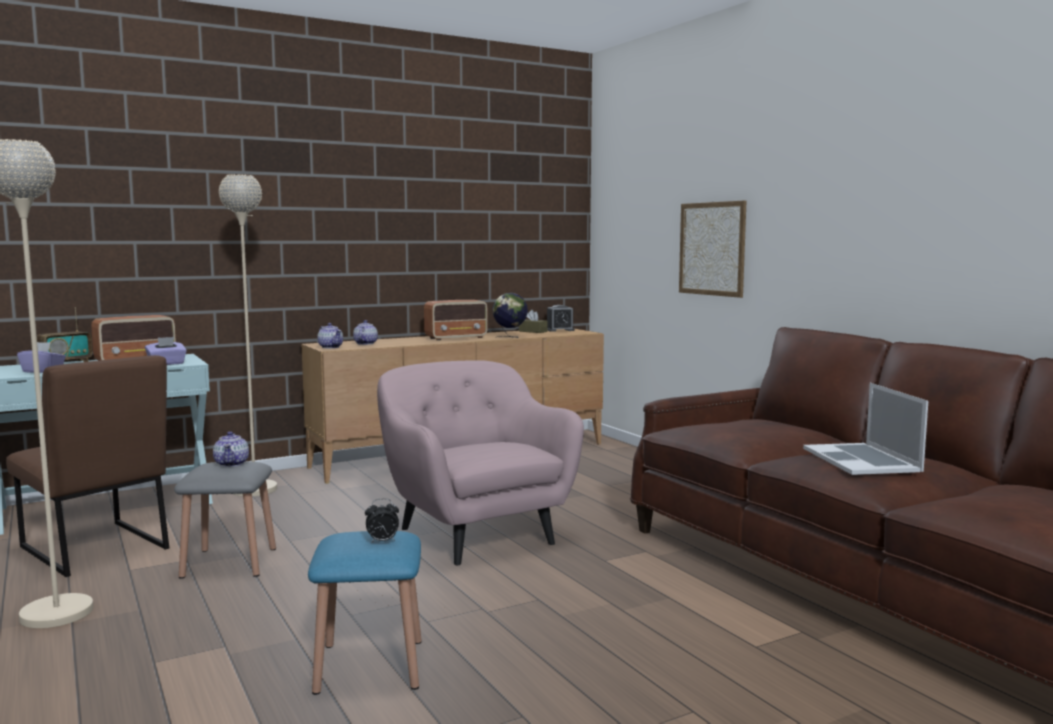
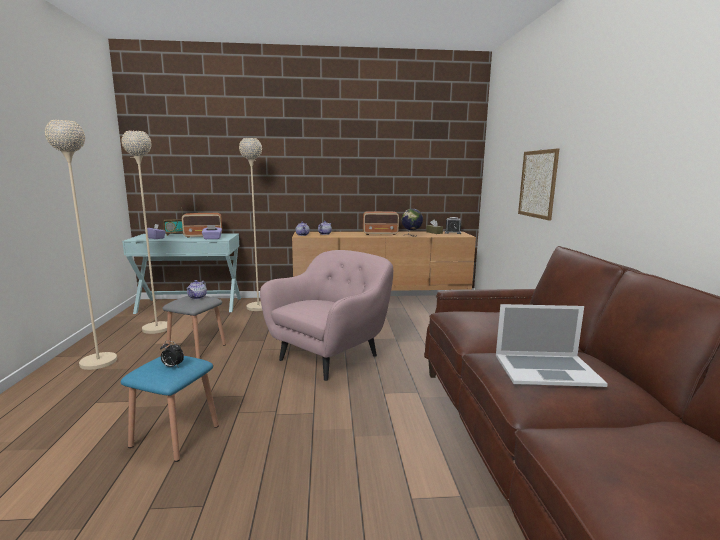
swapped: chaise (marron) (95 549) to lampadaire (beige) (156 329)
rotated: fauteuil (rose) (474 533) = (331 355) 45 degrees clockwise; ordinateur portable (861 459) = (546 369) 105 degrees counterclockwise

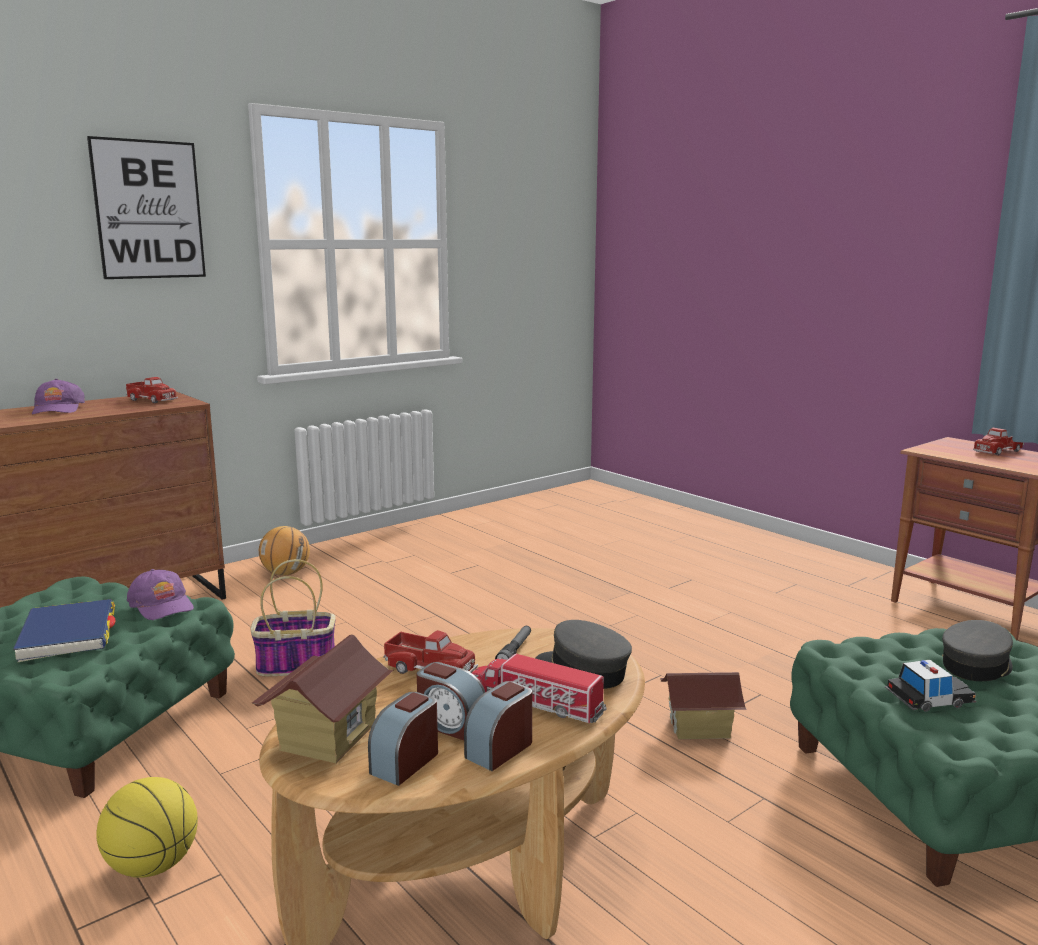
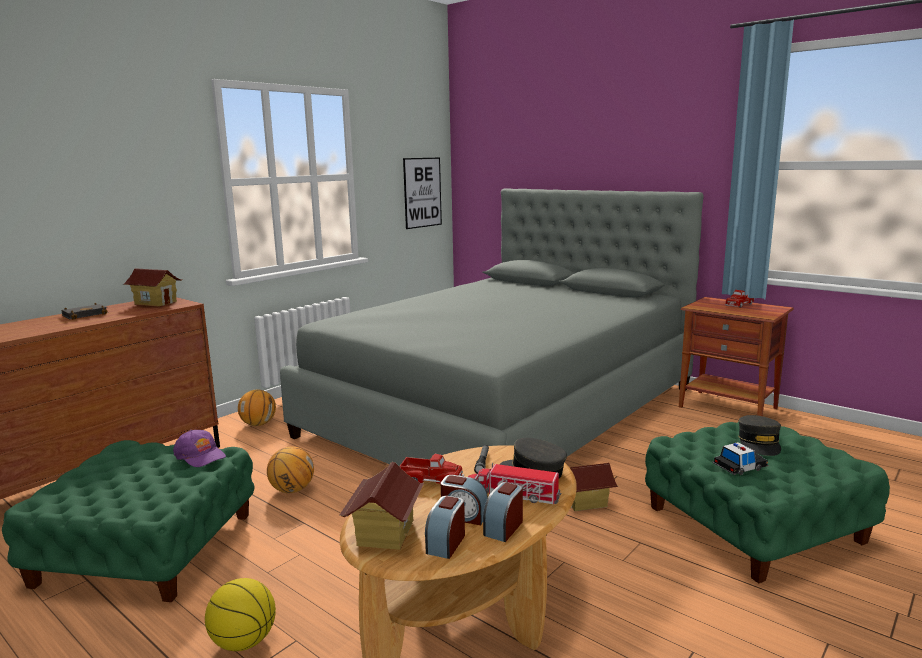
gone: livre (bleu) (68 634)
new: lit (gris) (505 411)
shifted: tableau (149 210) to (422 192)
swapped: casquette (violet) (58 409) to livre (noir) (86 314); camion jouet (152 400) to maison miniature (156 303); panier (294 665) to ballon de basket (292 490)
rotated: casquette (gris) (976 665) = (759 443) 150 degrees clockwise

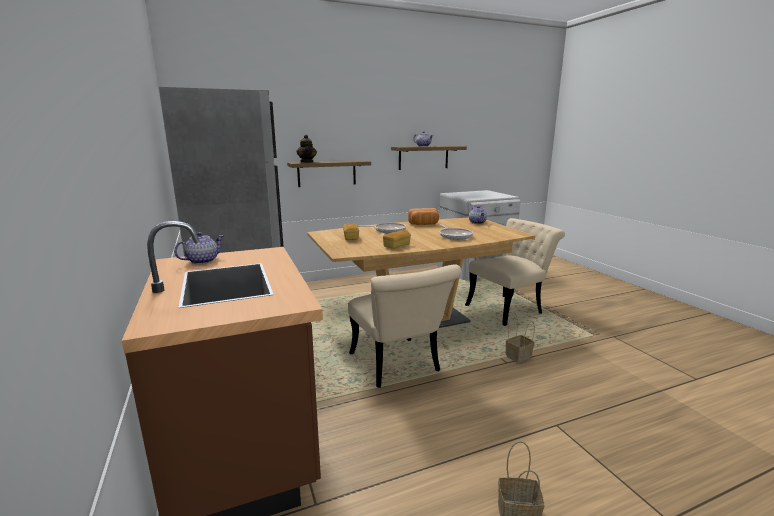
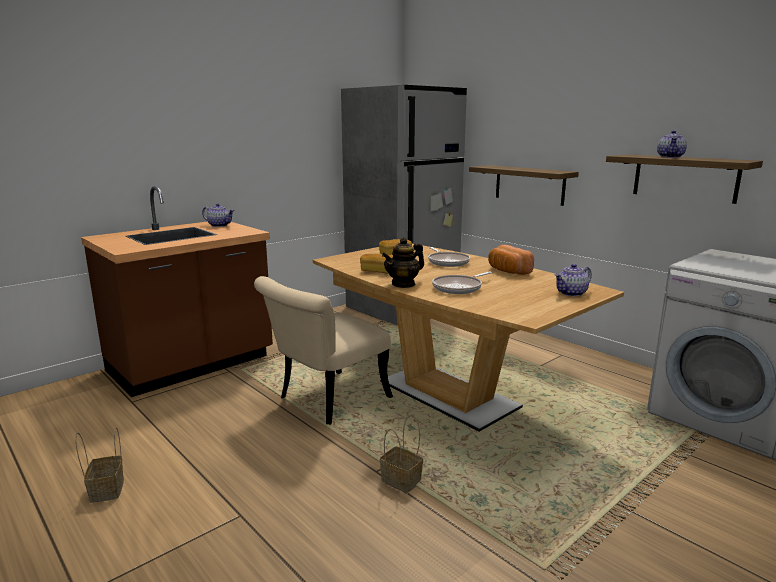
gone: chaise (beige) (509 308)
shifted: théière (307 162) to (403 284)

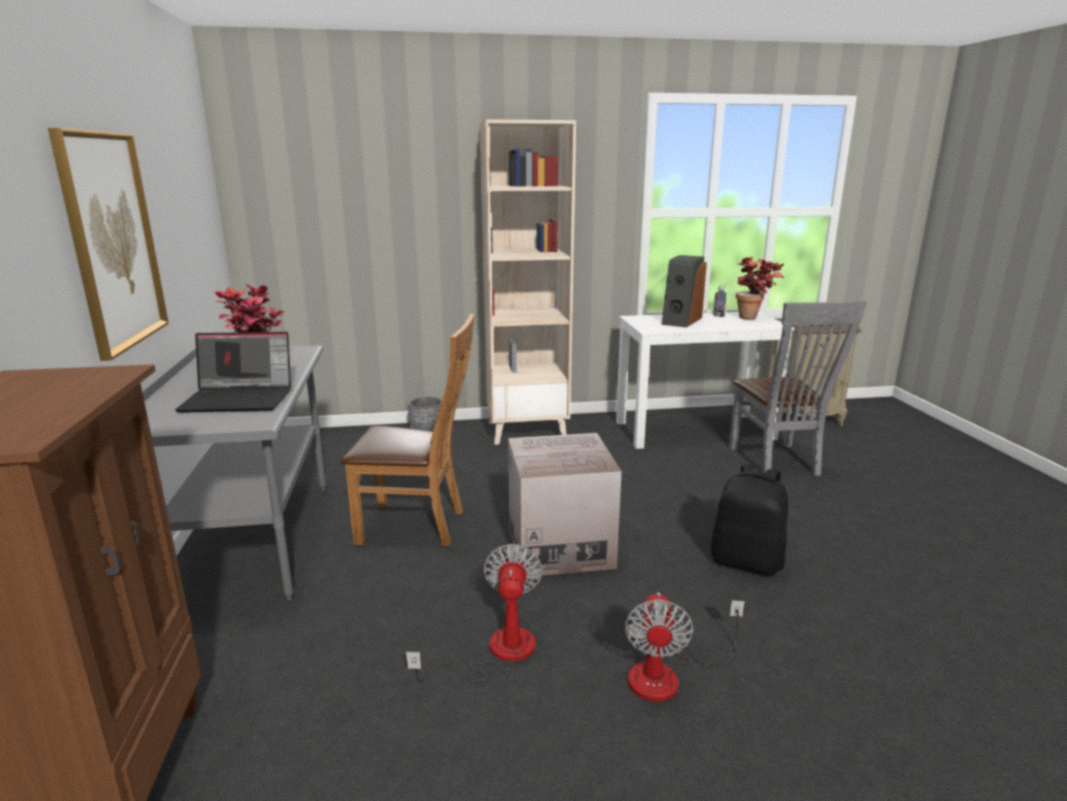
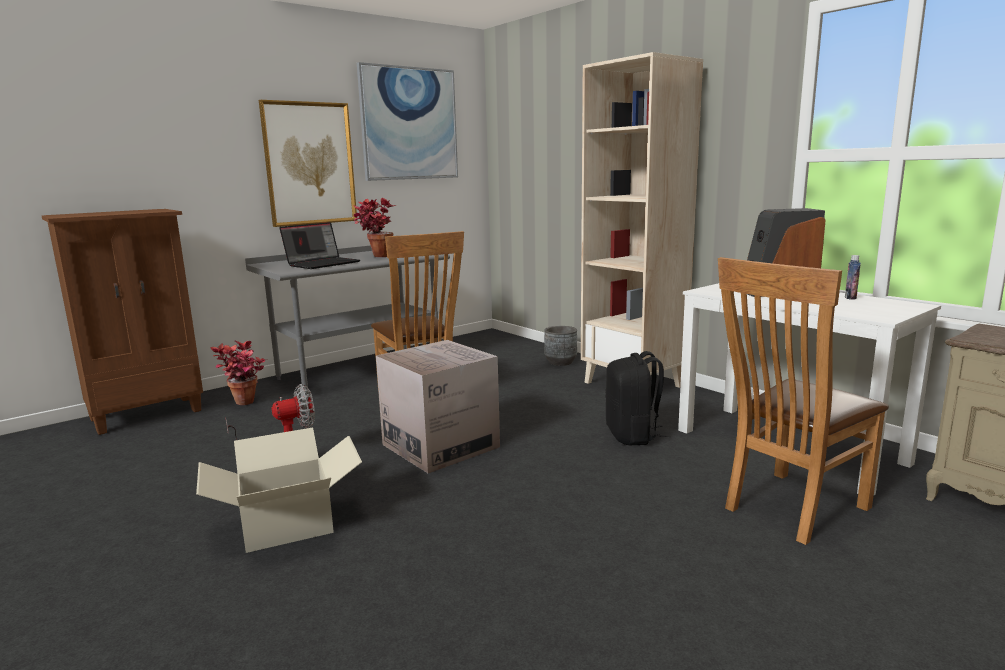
new: tableau (409 124)
shifted: sac à dos (noir) (747 562) to (632 436); plante en pot (754 318) to (245 405)
swapped: ventilateur (668 675) to carton (287 525)
repainted: chaise (gris) (777 462) to chaise (marron) (789 509)
rotated: ordinateur portable (240 399) = (323 263) 105 degrees counterclockwise

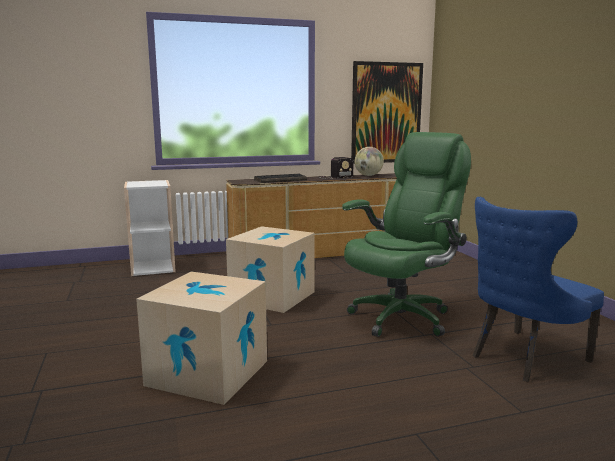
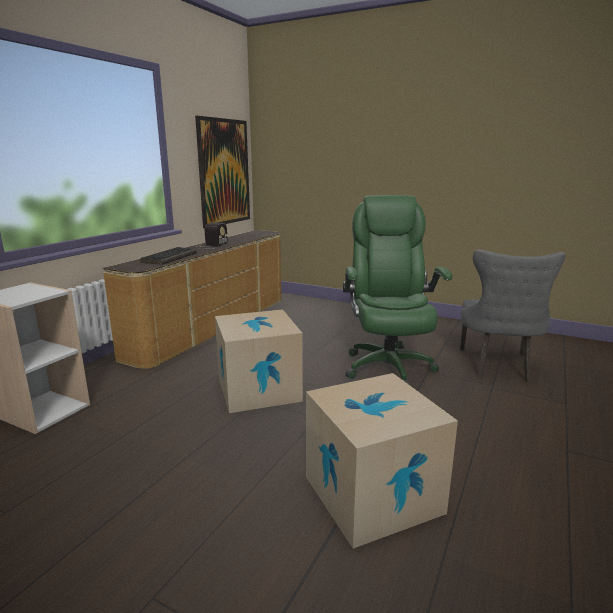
gone: globe (368 175)
repainted: chaise (bleu) (523 357) to chaise (gris) (497 366)

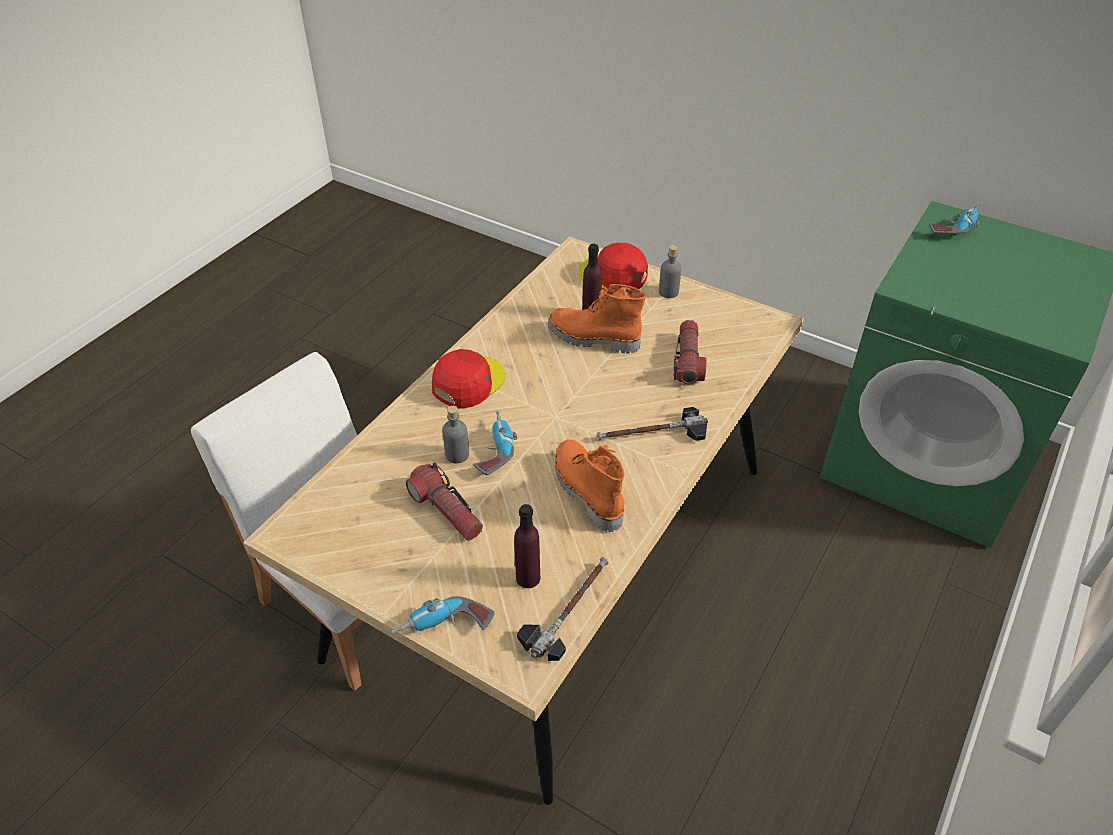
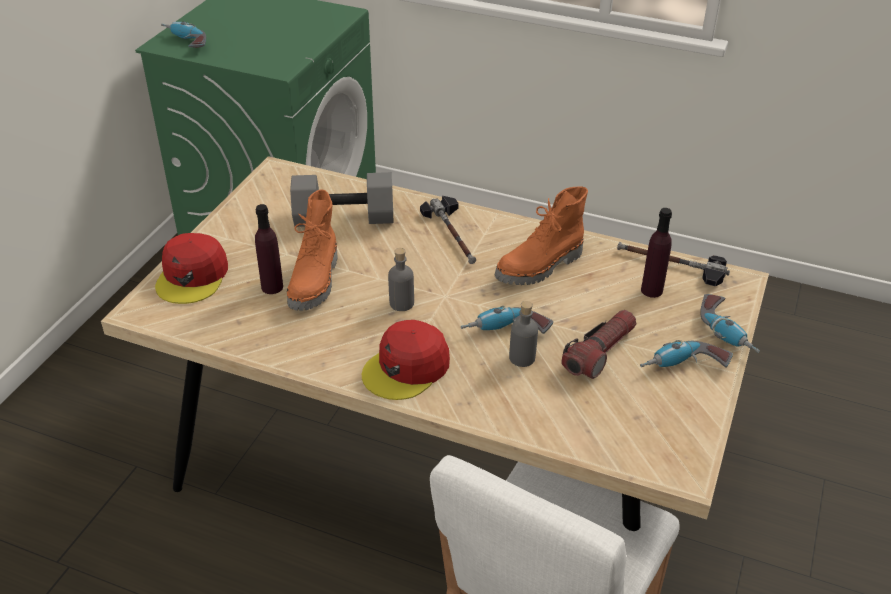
new: perceuse (684 367)
shifted: bouteille (gris) (668 292) to (401 303)
swapped: lampe de poche (688 360) to haltère (gris) (343 218)
rotated: casquette (rouge) (468 382) = (407 368) 75 degrees counterclockwise

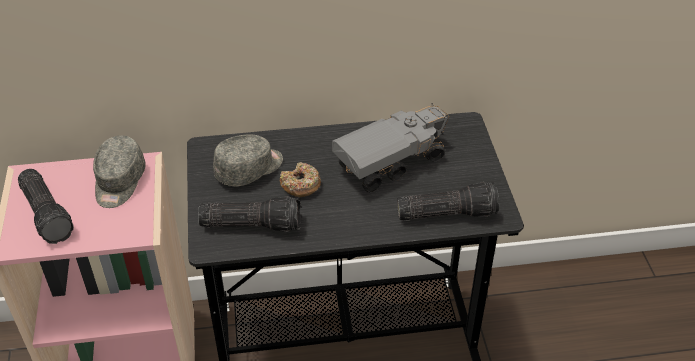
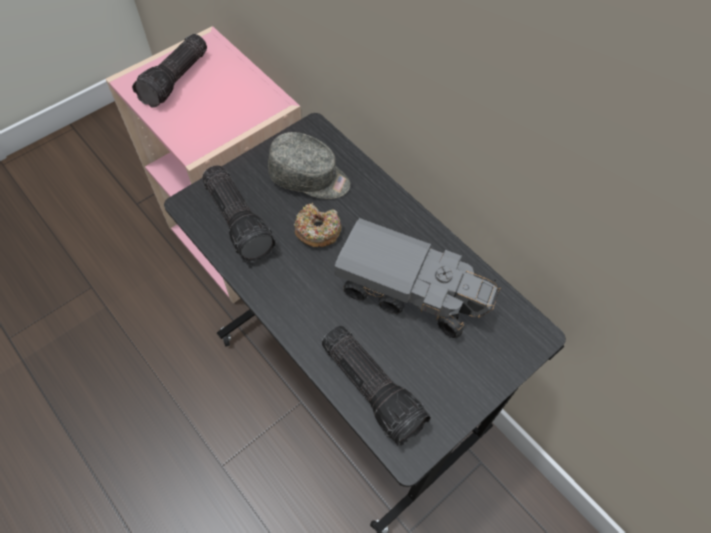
gone: casquette (gris) (119 182)

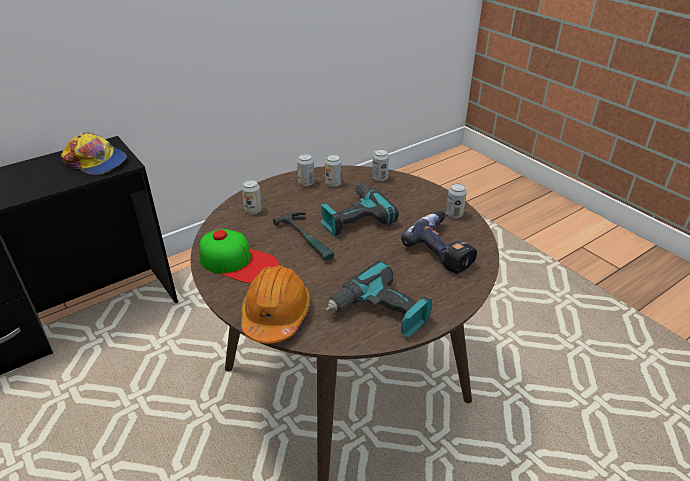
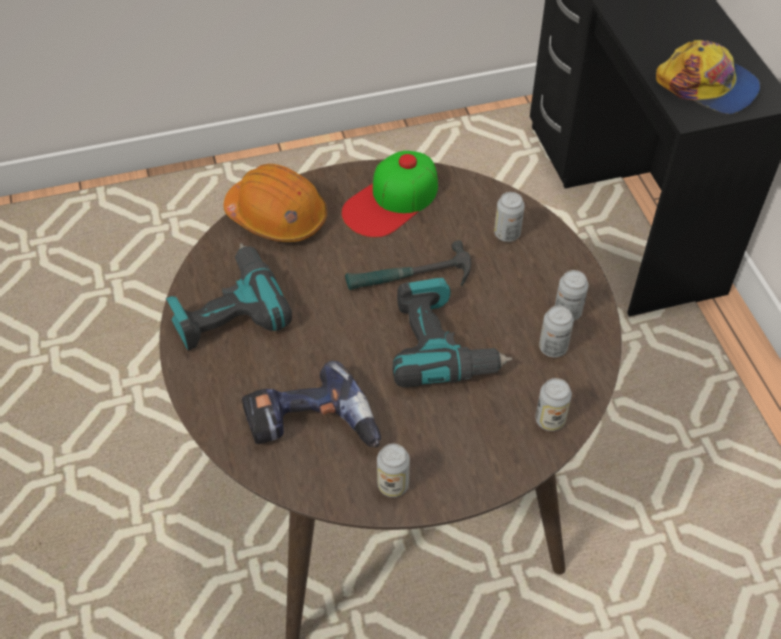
rotated: casquette (96 162) = (708 86) 105 degrees counterclockwise

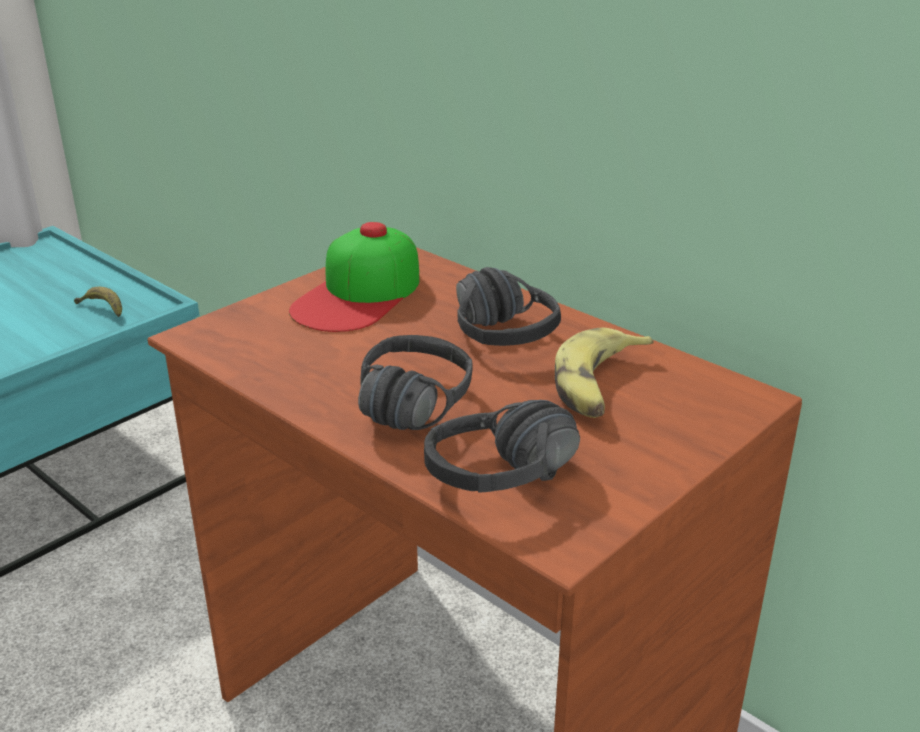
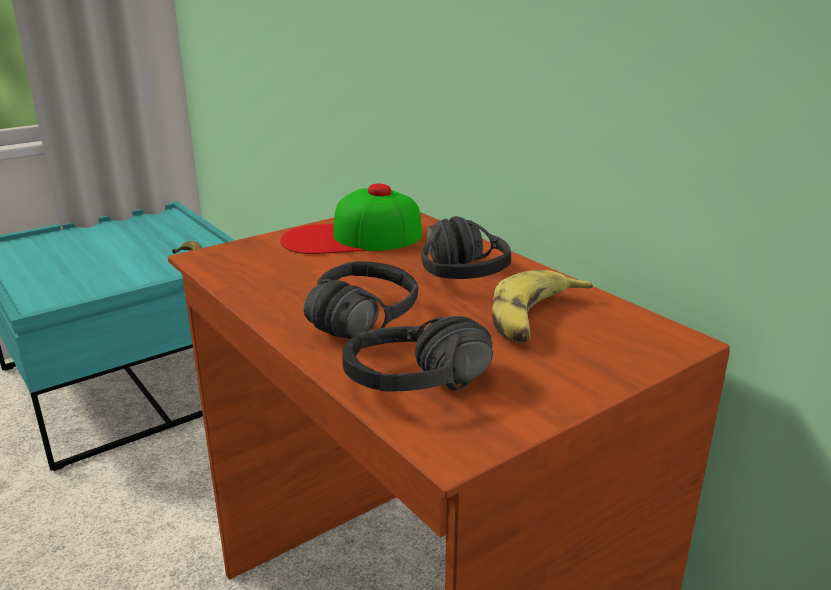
rotated: casquette (359 294) = (351 237) 45 degrees clockwise

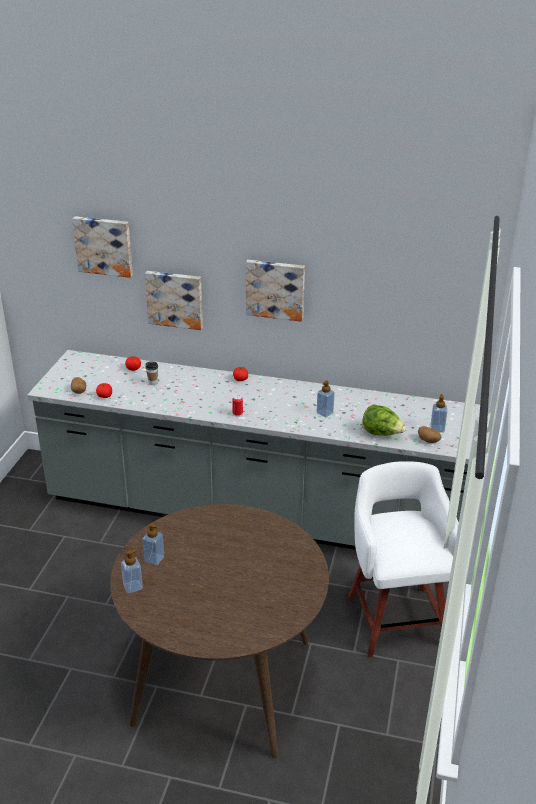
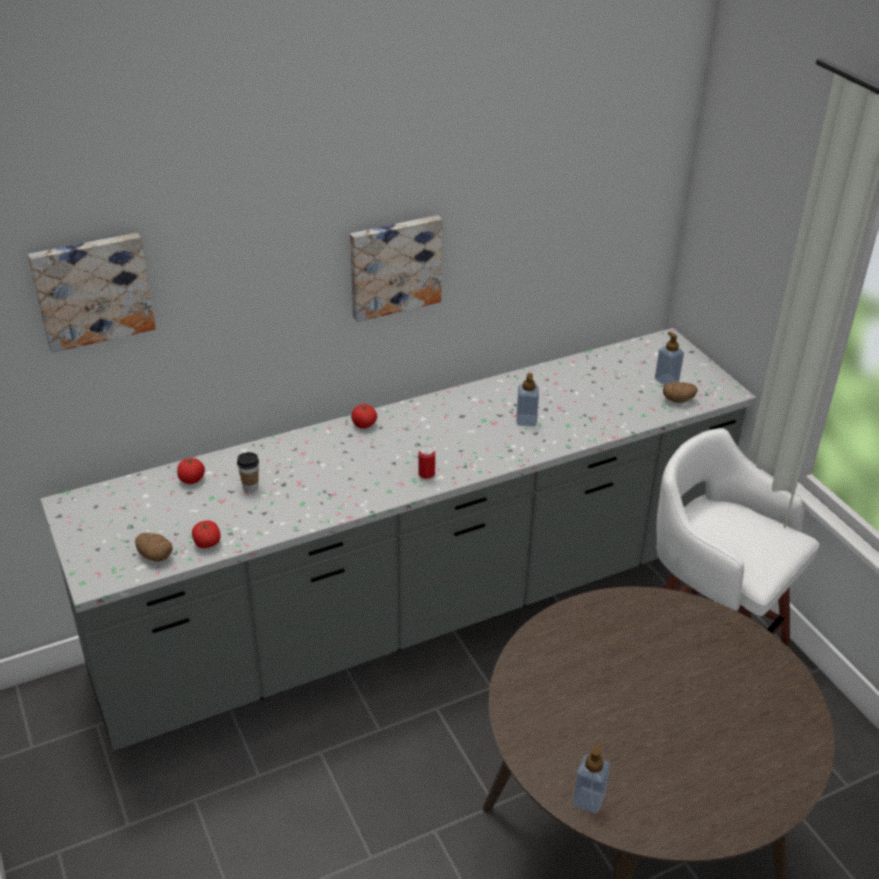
gone: distributeur de savon (154 559); tableau (175 299); laitue (381 434)

